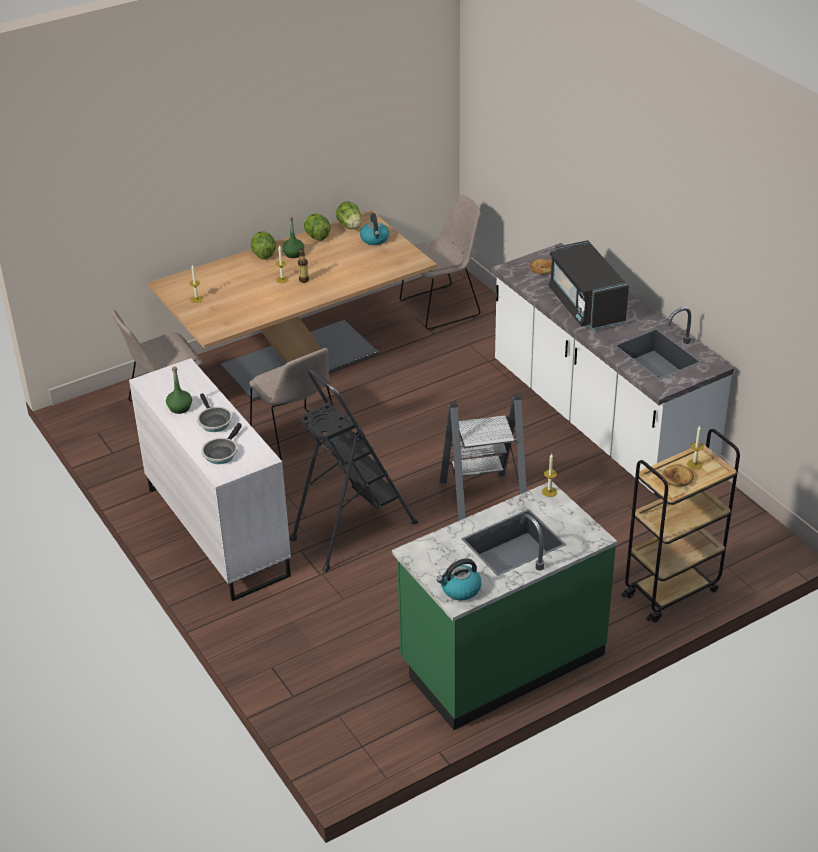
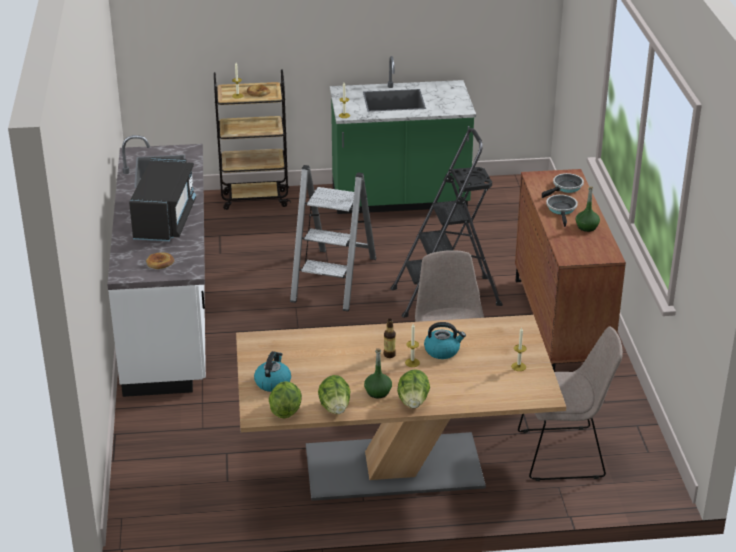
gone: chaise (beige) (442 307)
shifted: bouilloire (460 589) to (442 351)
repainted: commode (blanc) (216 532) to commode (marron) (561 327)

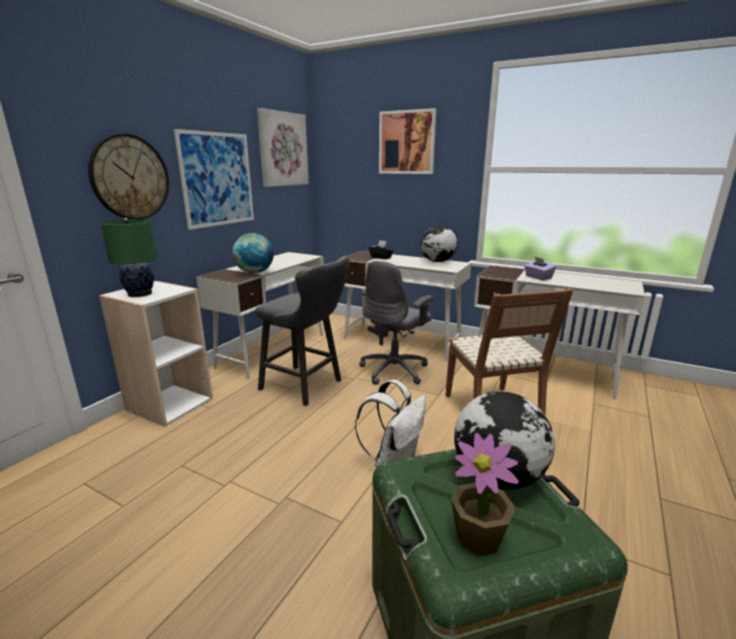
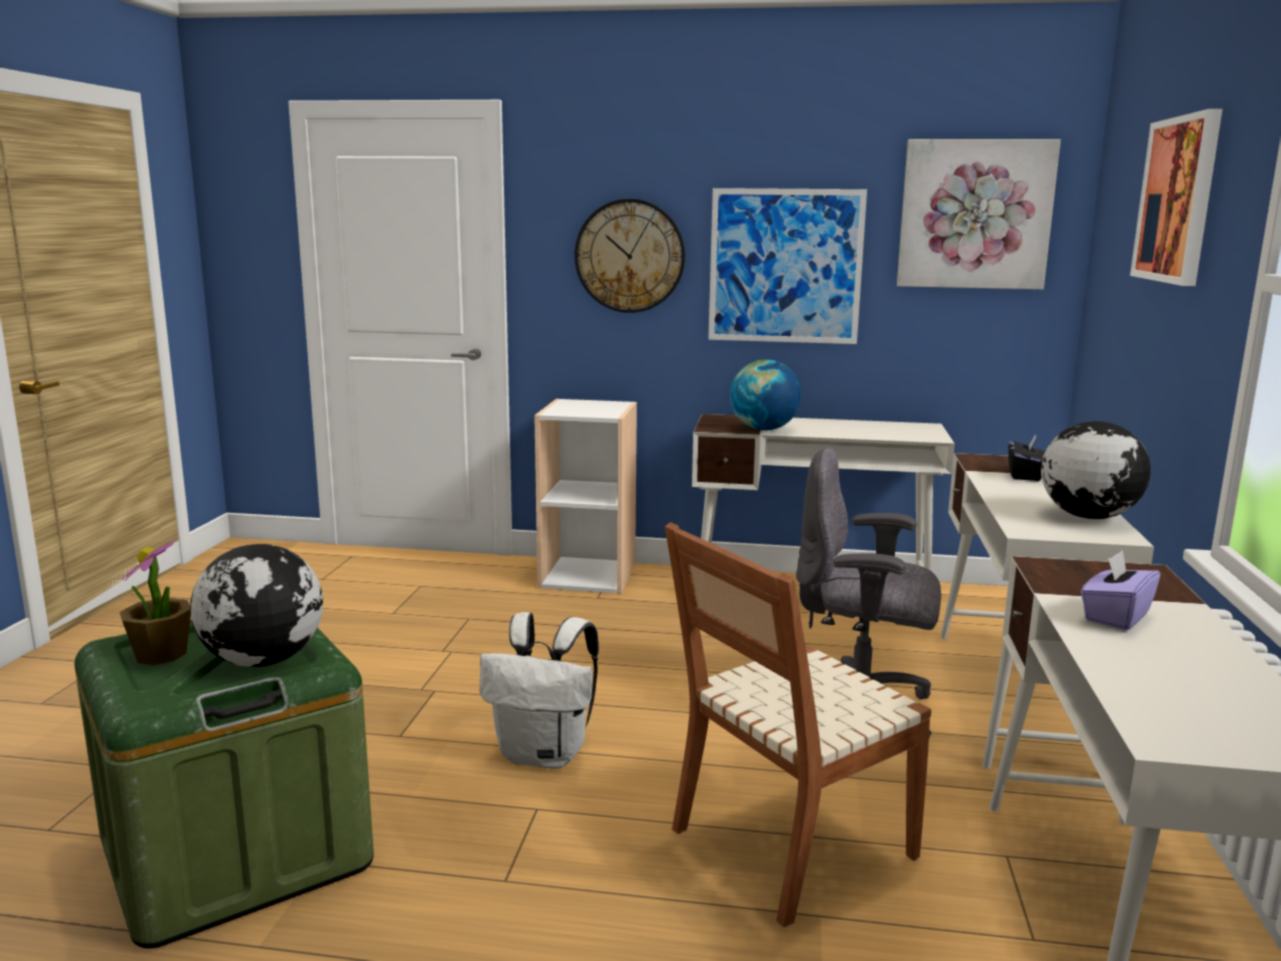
gone: lampe de table (vert) (140 293); tabouret (gris) (308 387)

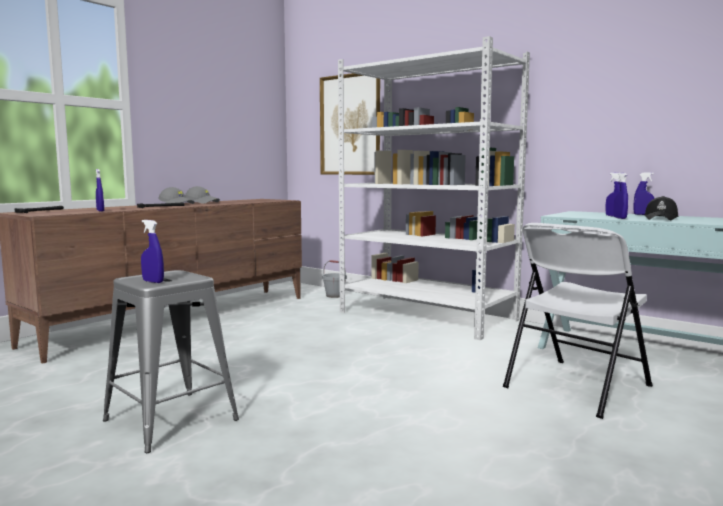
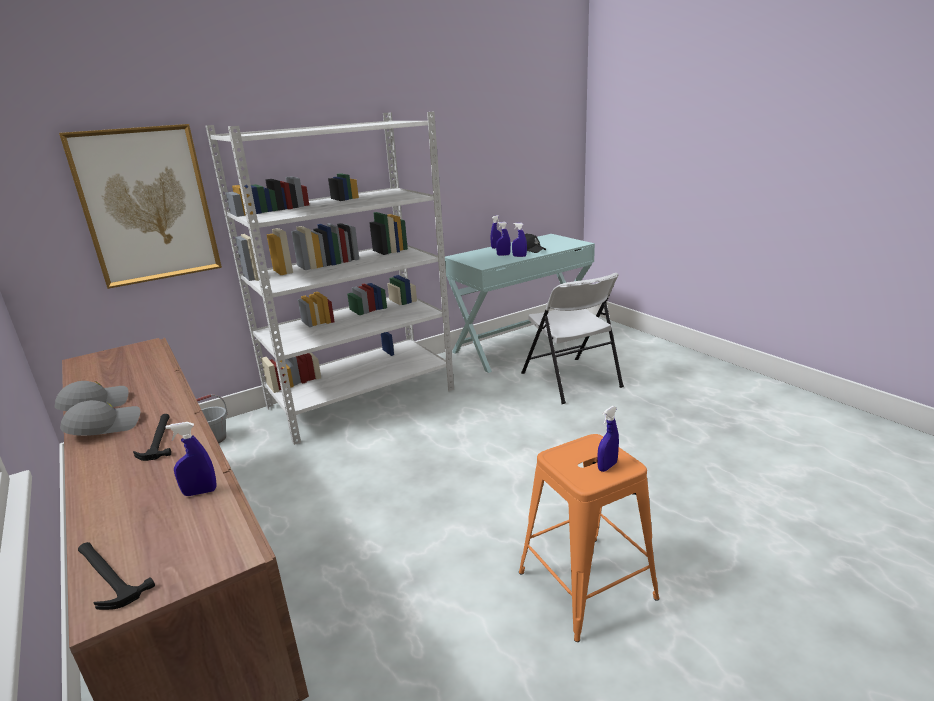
repainted: tabouret (gris) (171 420) to tabouret (orange) (586 584)

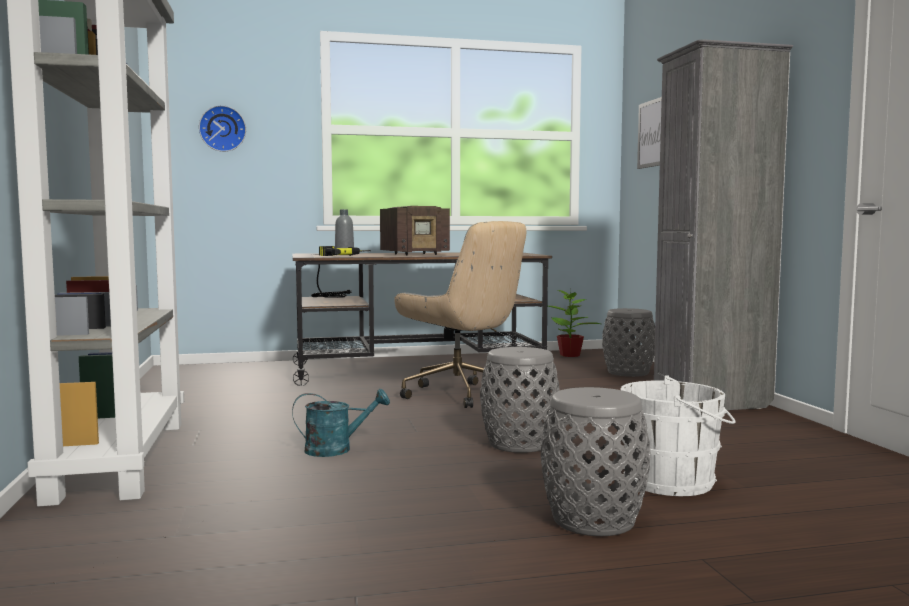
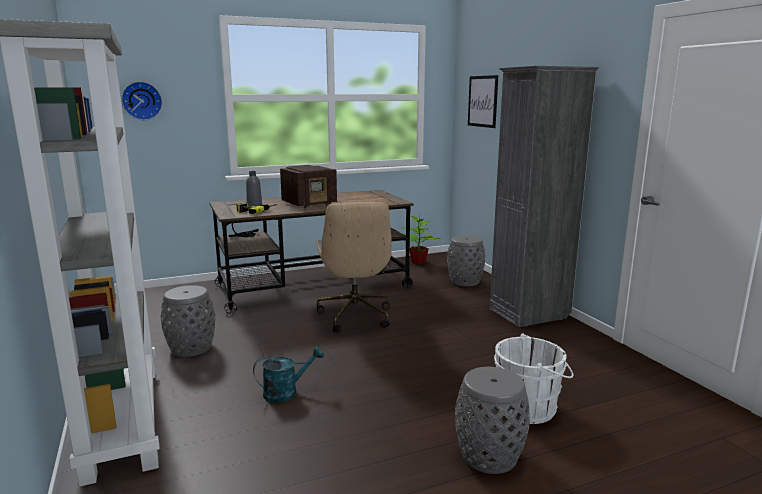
shifted: tabouret (gris) (519 444) to (191 348)
rotated: chaise de bureau (gris) (460 396) = (355 318) 45 degrees clockwise

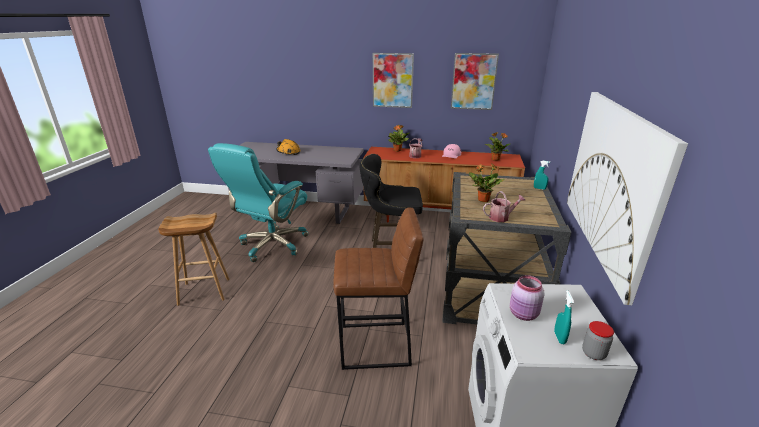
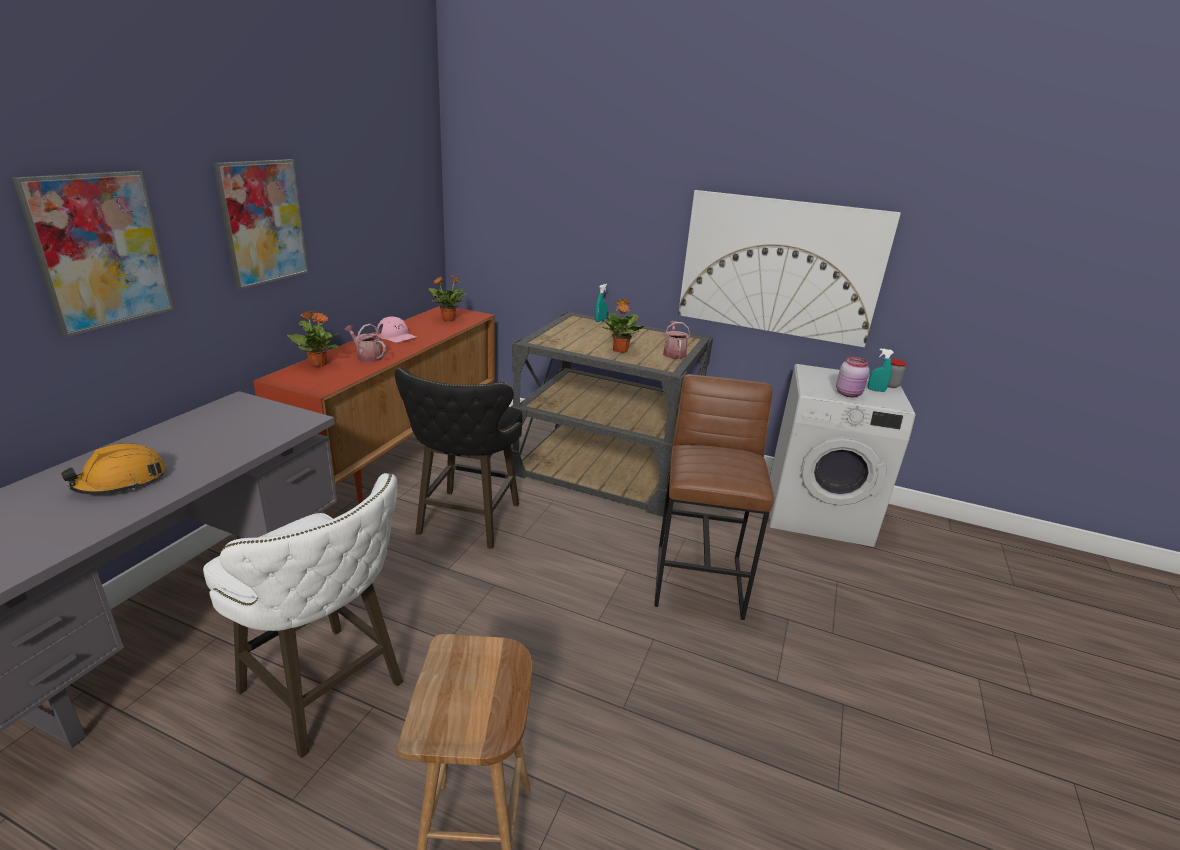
shifted: tableau (473 81) to (100 251)
swapped: chaise de bureau (turquoise) (271 246) to tabouret (blanc) (326 691)

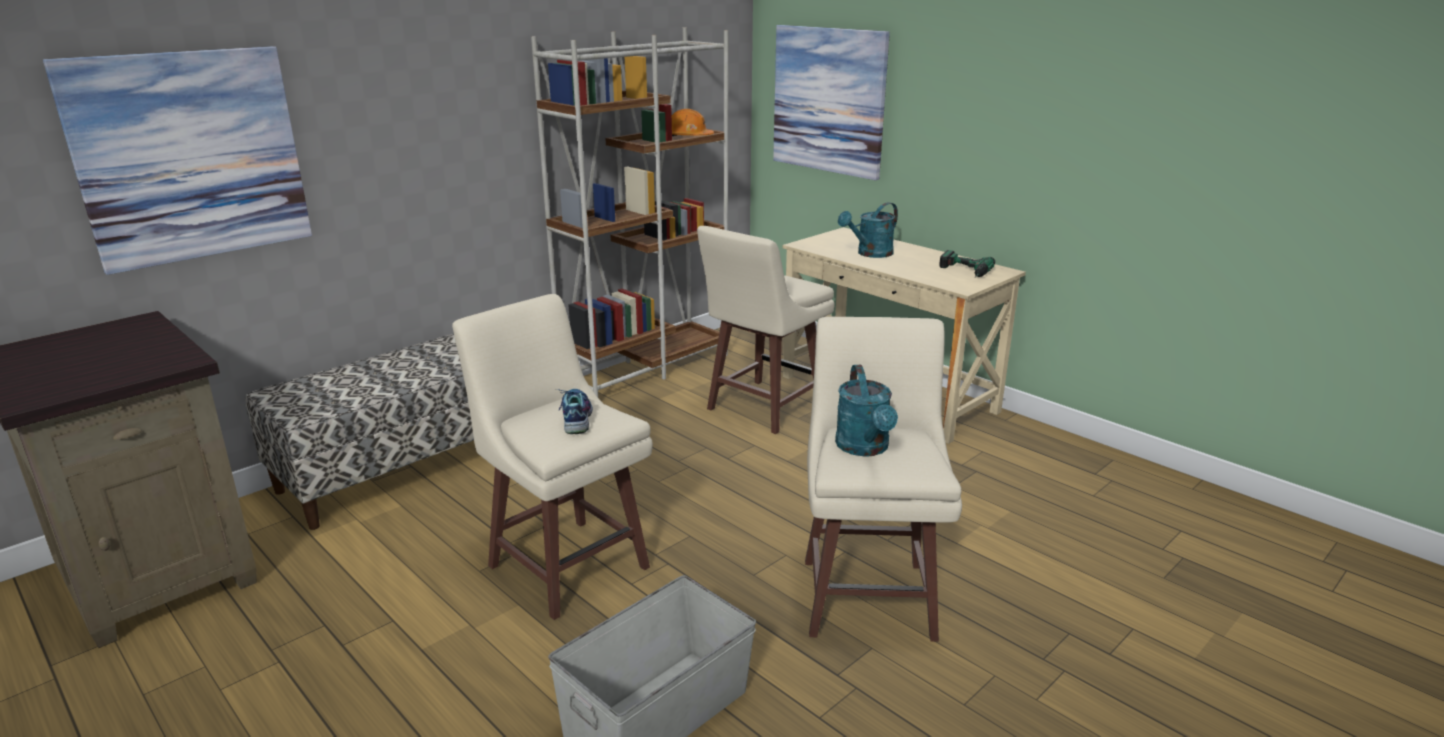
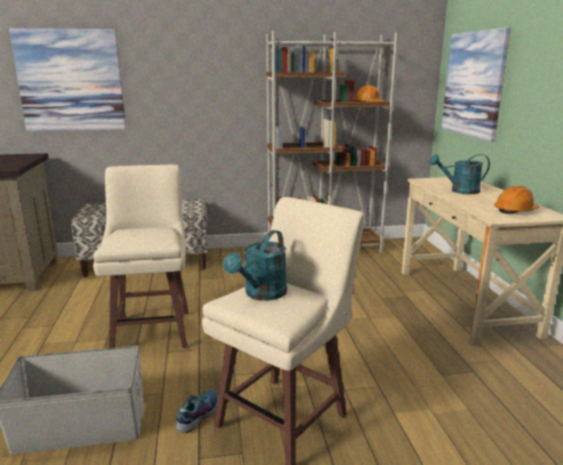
gone: tabouret (beige) (763 407)
shifted: chaussure (575 417) to (198 414)
swapped: perceuse (963 272) to casque de chantier (orange) (515 211)

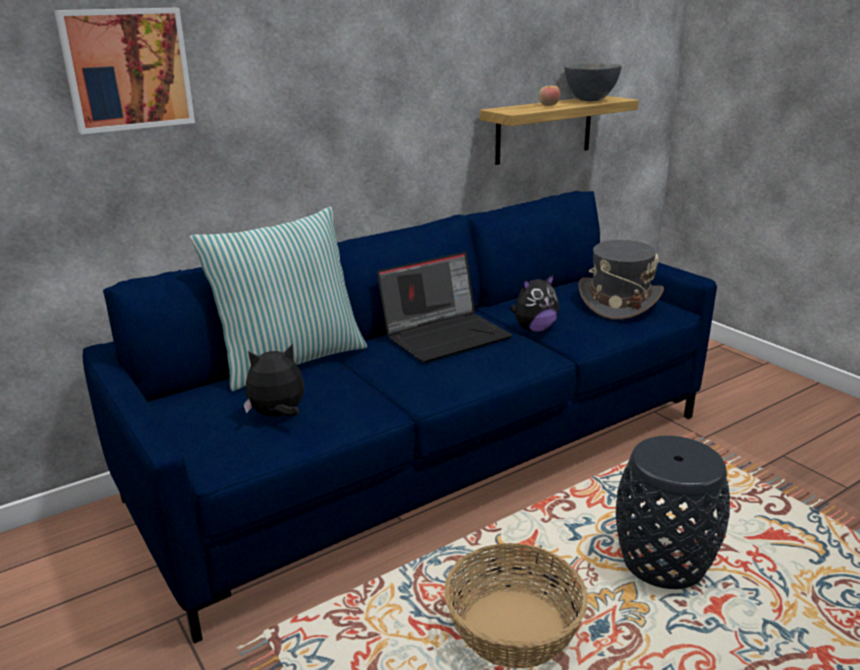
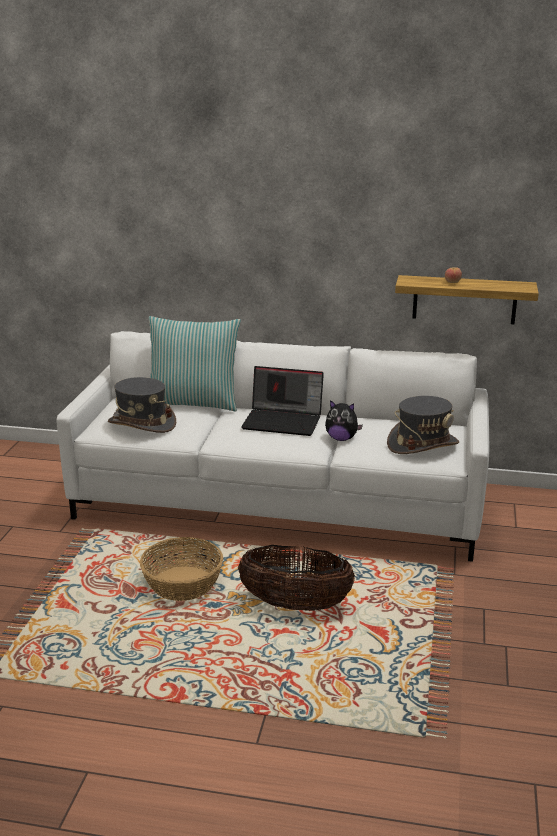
gone: tableau (127 69); bol (gris) (589 100)
swapped: peluche (278 416) to chapeau (gris) (142 424); tabouret (noir) (663 563) to panier (295 605)
repainted: canapé (bleu) (431 456) to canapé (blanc) (279 503)

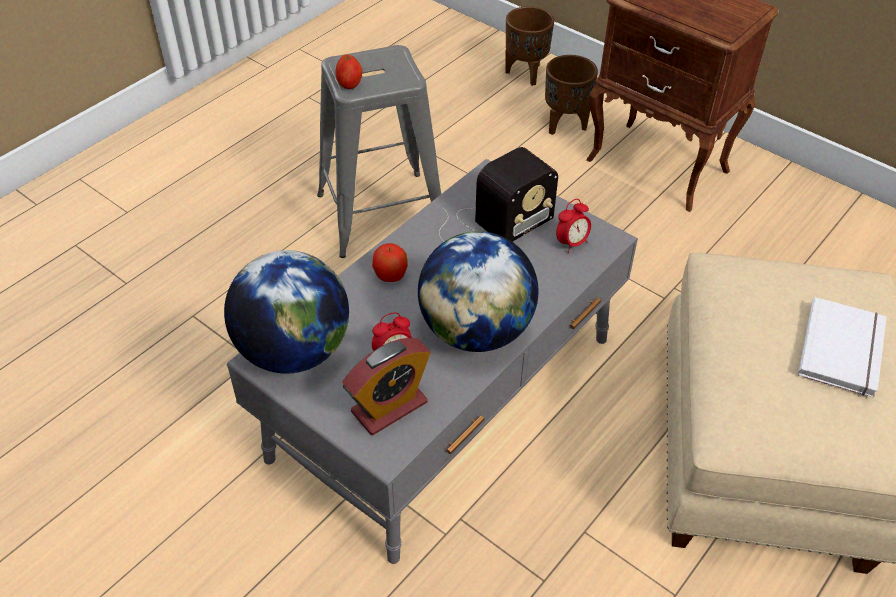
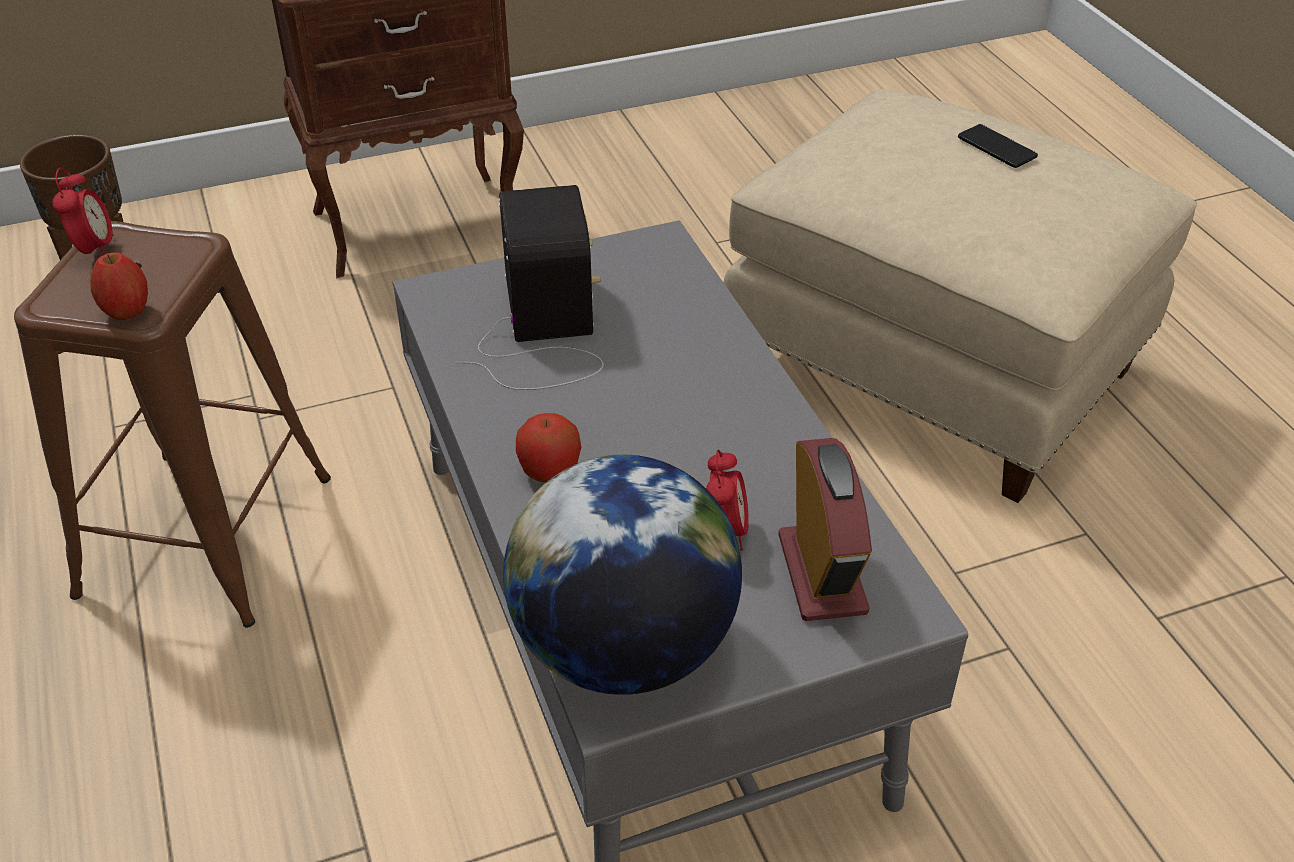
gone: globe (476 330); cache-pot (marron) (565 124)
shifted: réveil (571 243) to (95 250)
swapped: livre (blanc) (844 349) to téléphone (997 147)
repainted: tabouret (gris) (380 214) to tabouret (marron) (204 537)

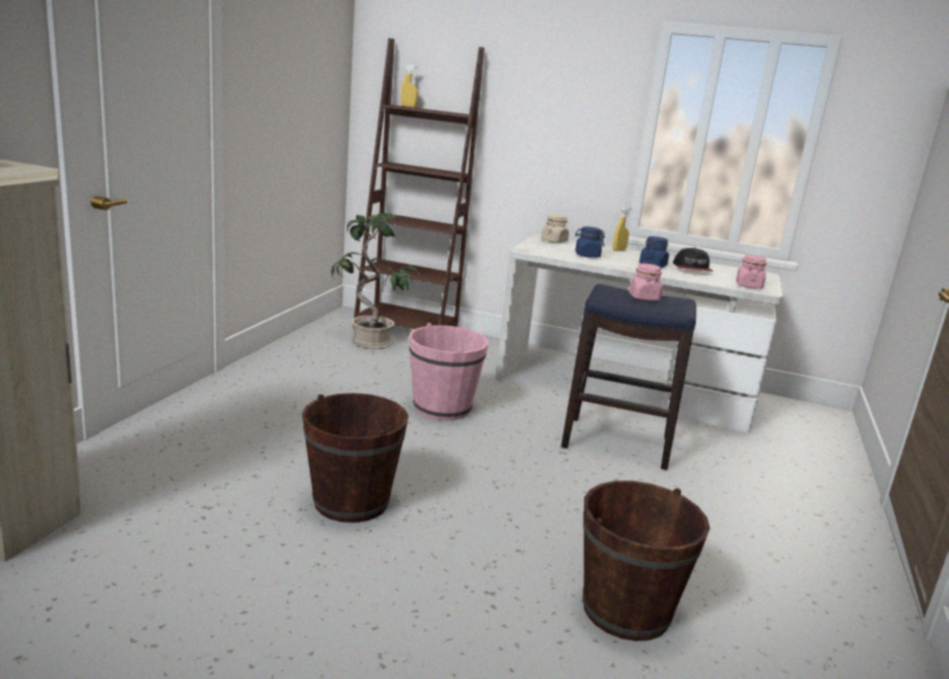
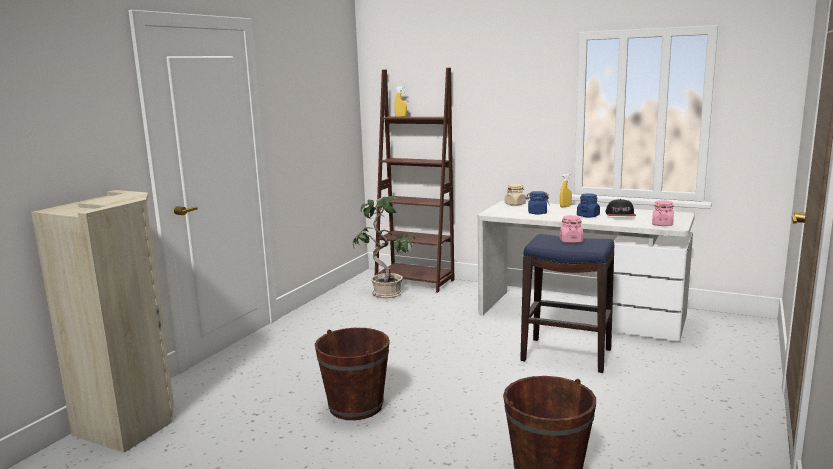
gone: seau (rose) (442 408)

